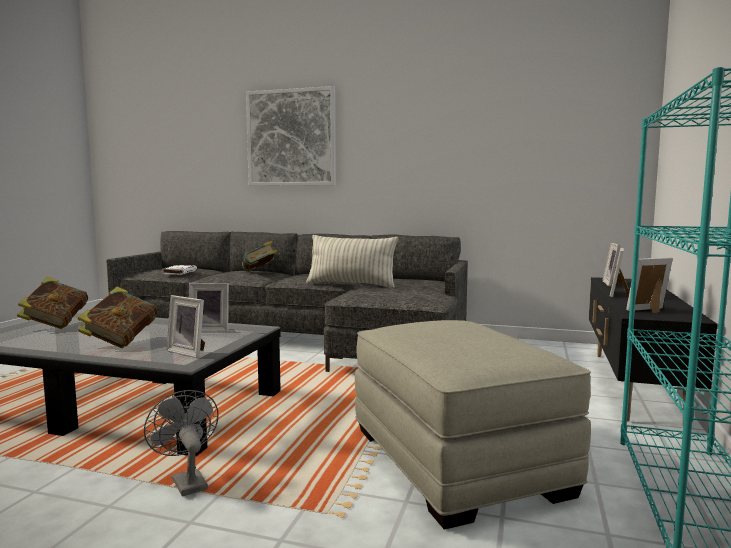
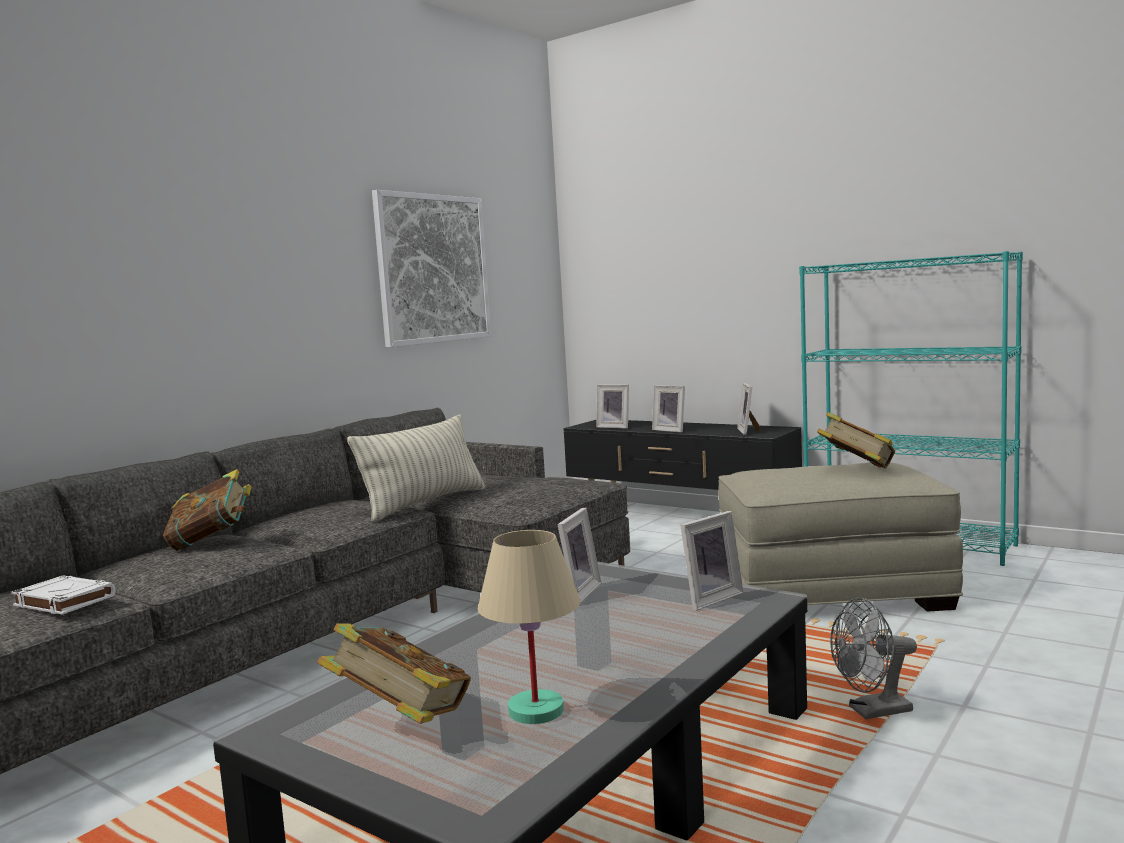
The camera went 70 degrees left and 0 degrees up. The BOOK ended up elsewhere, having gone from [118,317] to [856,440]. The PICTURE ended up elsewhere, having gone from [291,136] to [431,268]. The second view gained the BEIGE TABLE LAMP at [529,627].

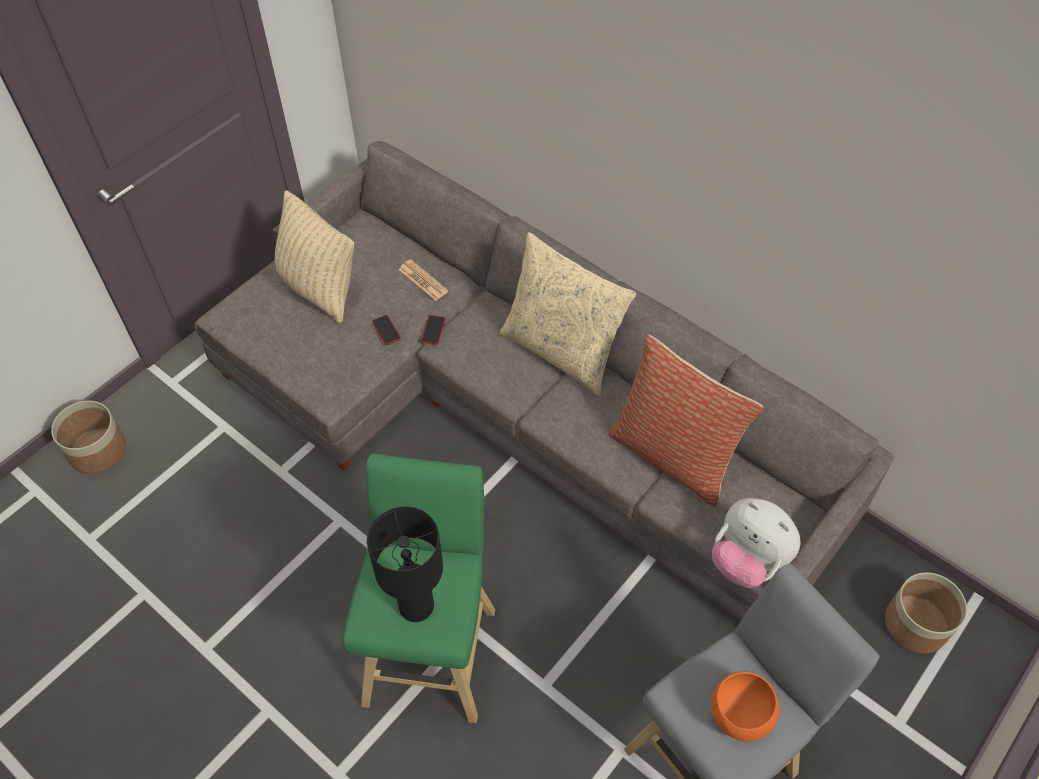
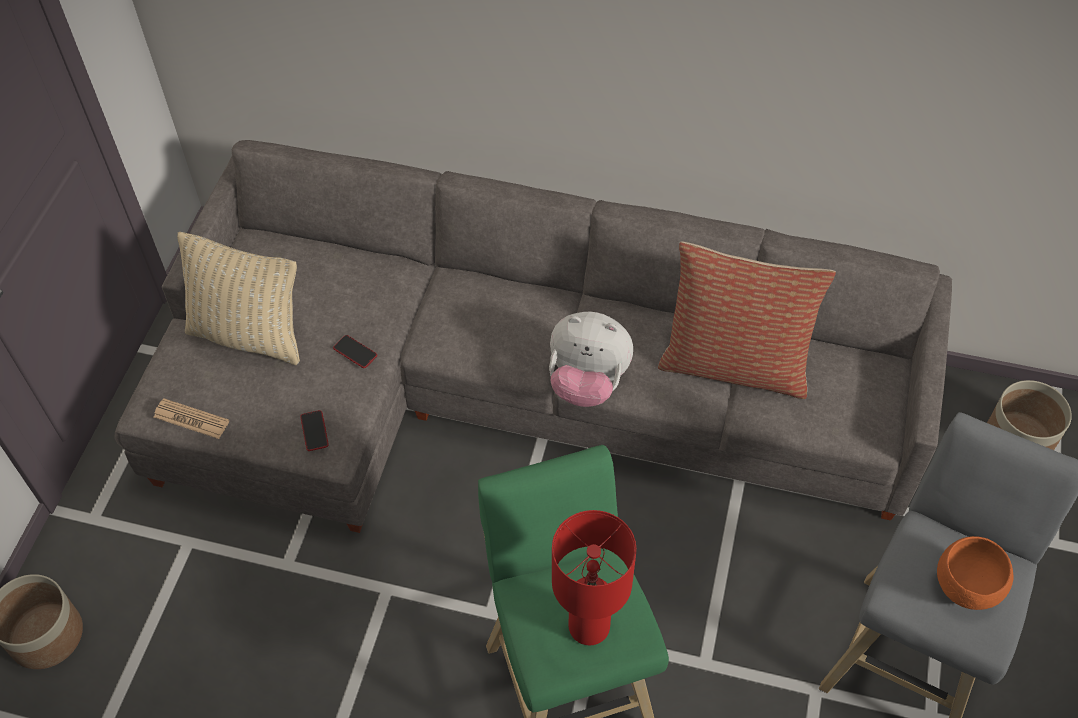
The camera went 25 degrees left and 0 degrees up. What was the BLACK TABLE LAMP at [405,564] turned into the RED TABLE LAMP at [594,577]. The NEWSPAPER ended up elsewhere, having gone from [423,280] to [191,418]. The PHONE ended up elsewhere, having gone from [433,330] to [314,430]. The second view lost the BEIGE PILLOW at [568,314]. The PLUSH TOY ended up elsewhere, having gone from [756,543] to [591,359].

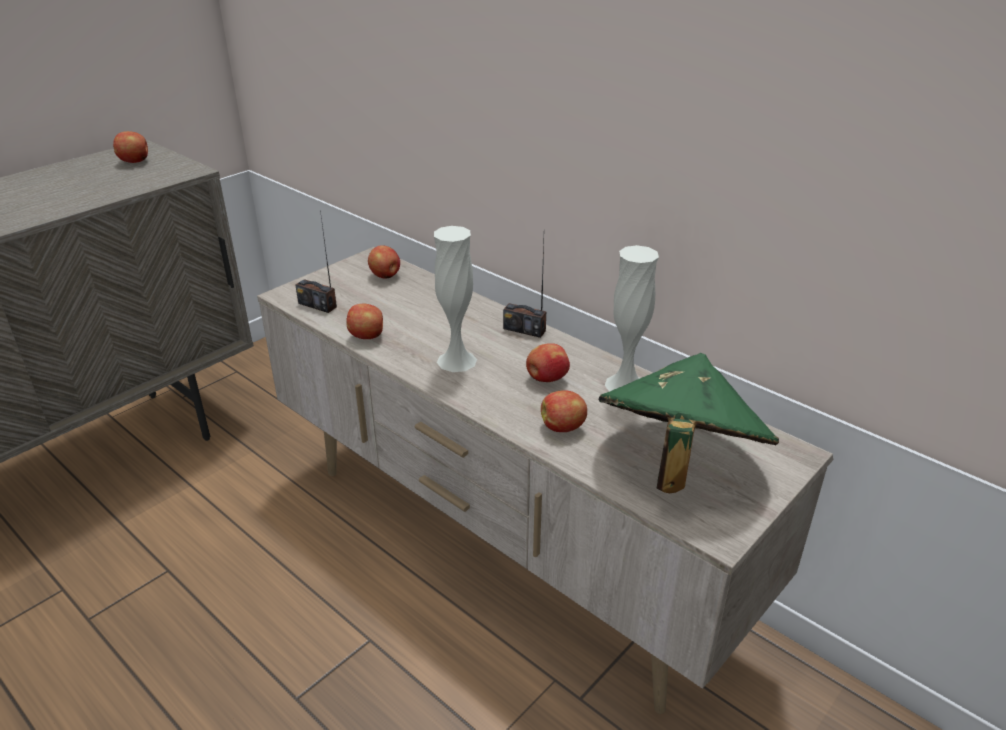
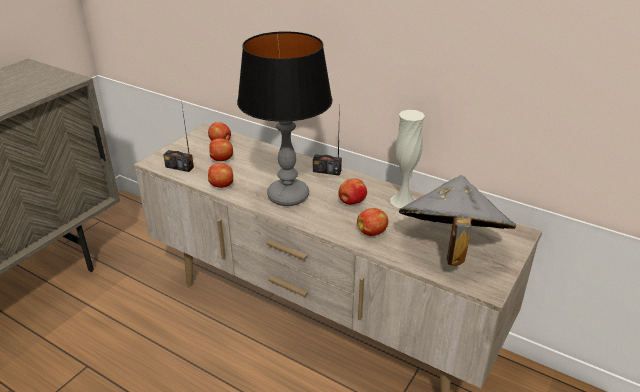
The camera went 10 degrees left and 0 degrees up. The APPLE ended up elsewhere, having gone from [130,147] to [221,149]. Where the WHITE VASE stood at [455,299], the TABLE LAMP came to stand at [284,118]. What was the GREEN HAT at [688,423] turned into the GREY HAT at [457,220].

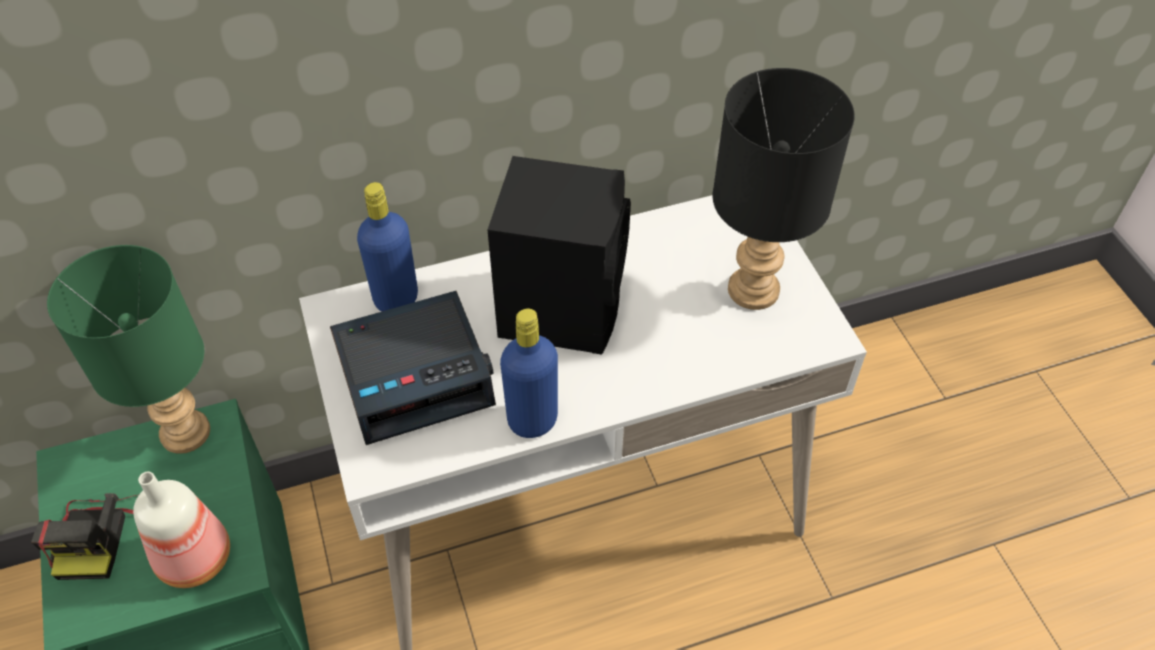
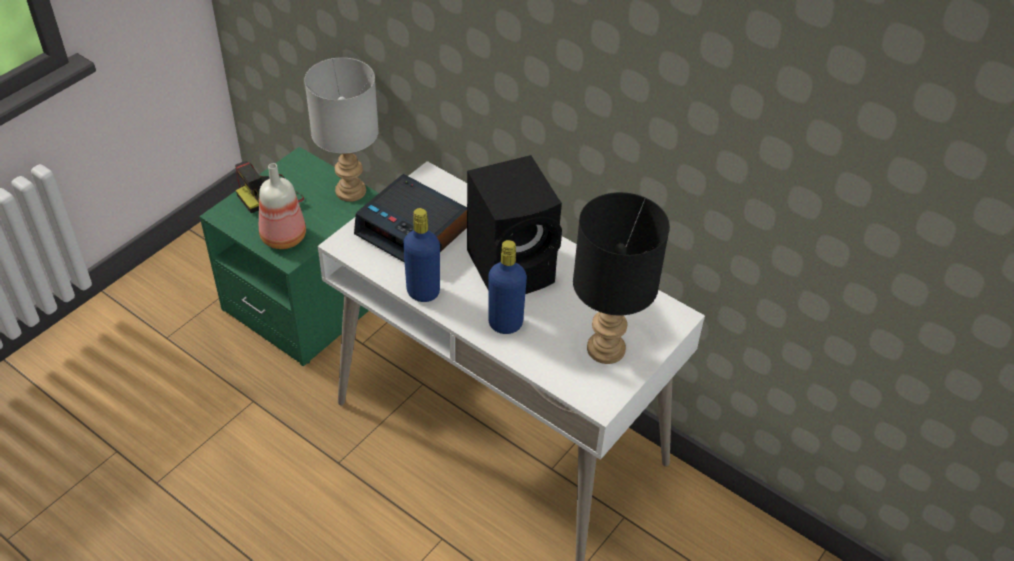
The camera went 55 degrees right and 5 degrees down. What was the GREEN TABLE LAMP at [128,349] turned into the GREY TABLE LAMP at [341,129]. The BLUE BOTTLE ended up elsewhere, having gone from [387,247] to [507,287].

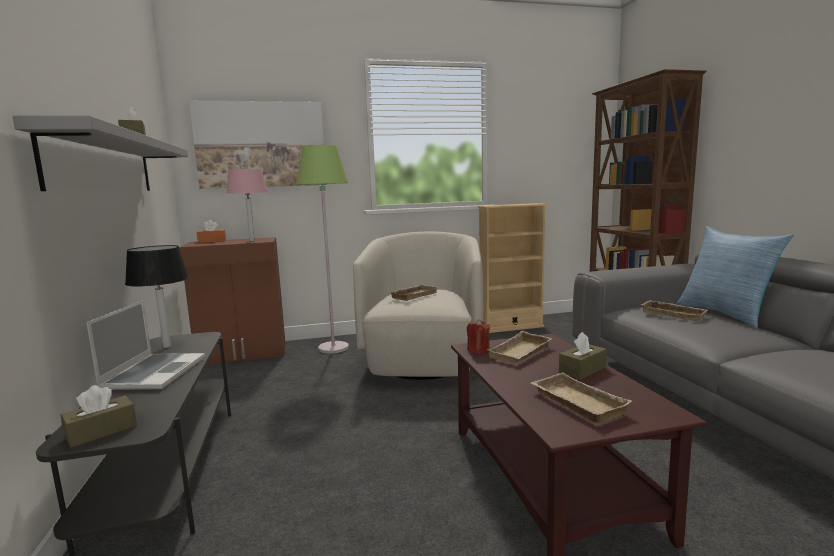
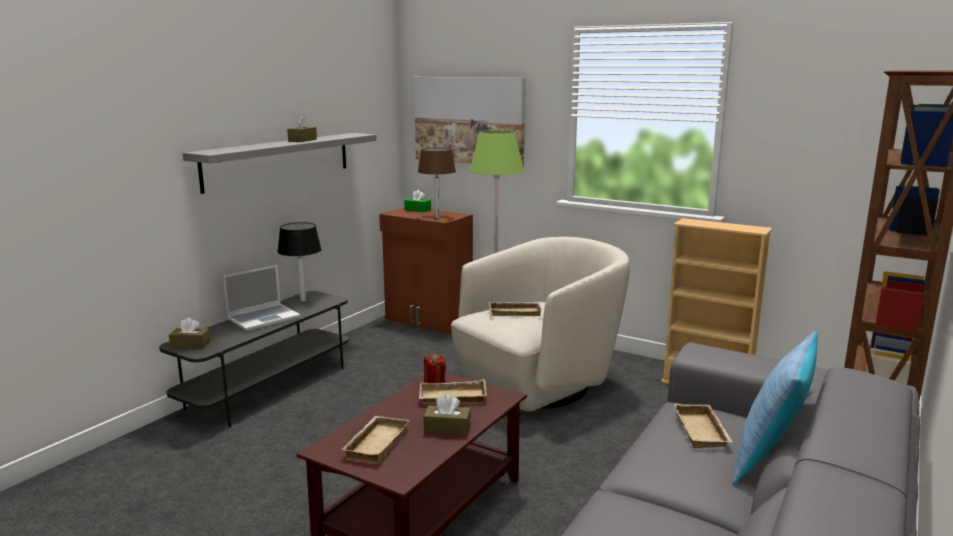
The camera went 45 degrees right and 5 degrees up. What was the ORANGE TISSUE BOX at [211,231] turned into the GREEN TISSUE BOX at [417,201]. What was the PINK TABLE LAMP at [247,205] turned into the BROWN TABLE LAMP at [437,182].

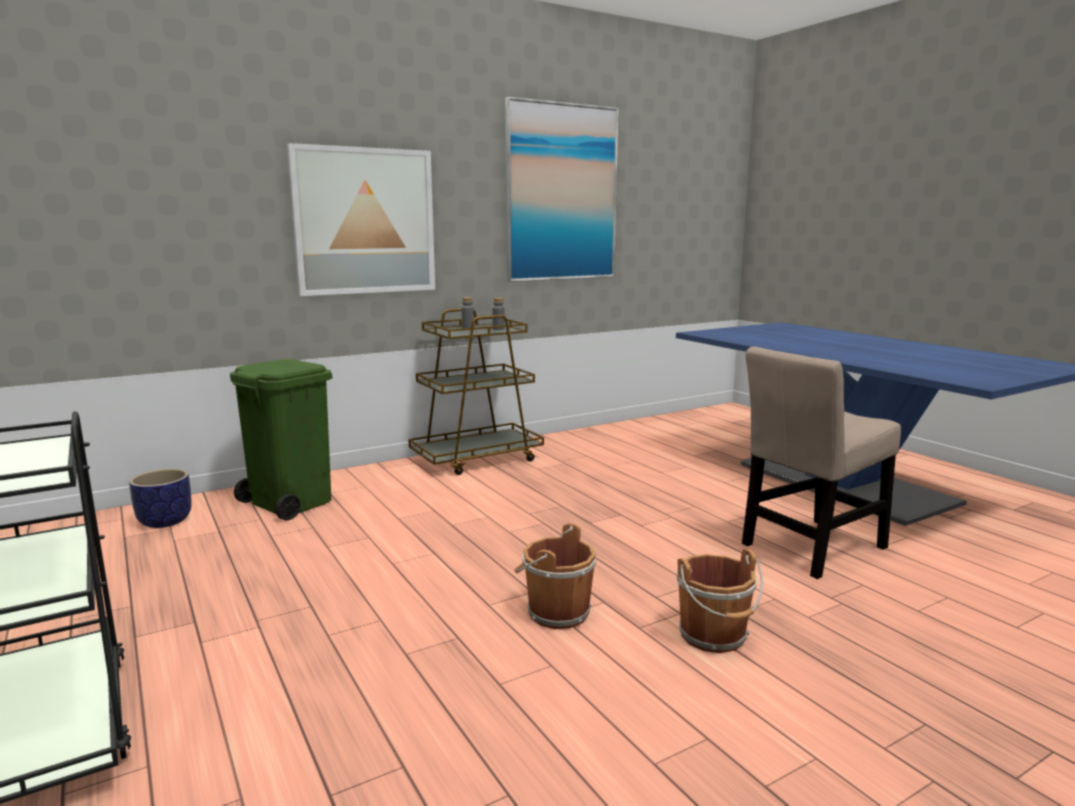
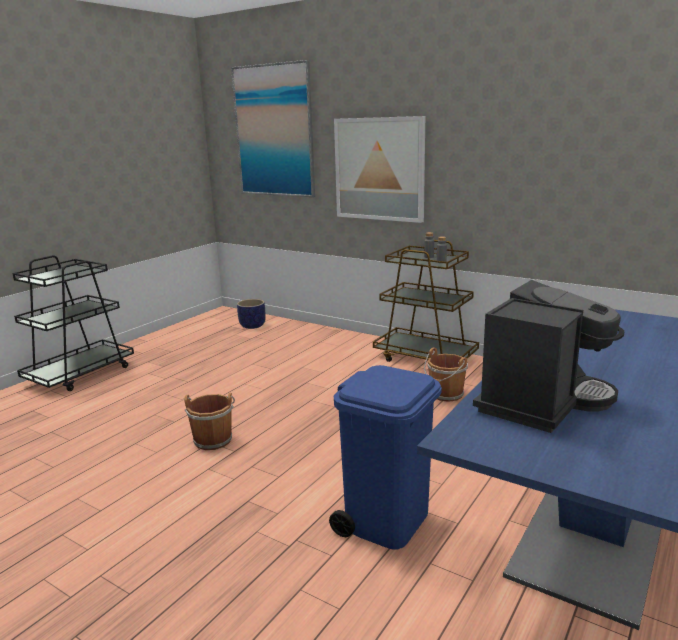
The camera went 65 degrees right and 5 degrees up. The second view lost the GREEN TRASH CAN at [281,439]. The PICTURE ended up elsewhere, having gone from [562,189] to [273,128]. The BROWN BUCKET ended up elsewhere, having gone from [719,601] to [446,375]. Where the BEIGE CHAIR stood at [821,463], the BLUE TRASH CAN came to stand at [385,457]. The second view gained the COFFEE MACHINE at [548,356].

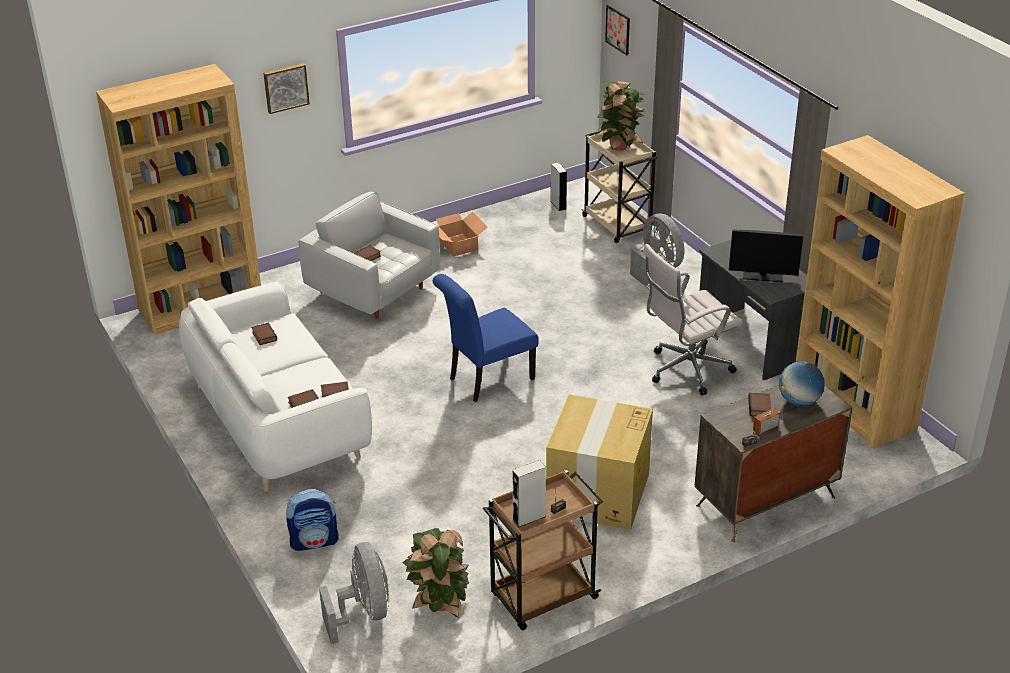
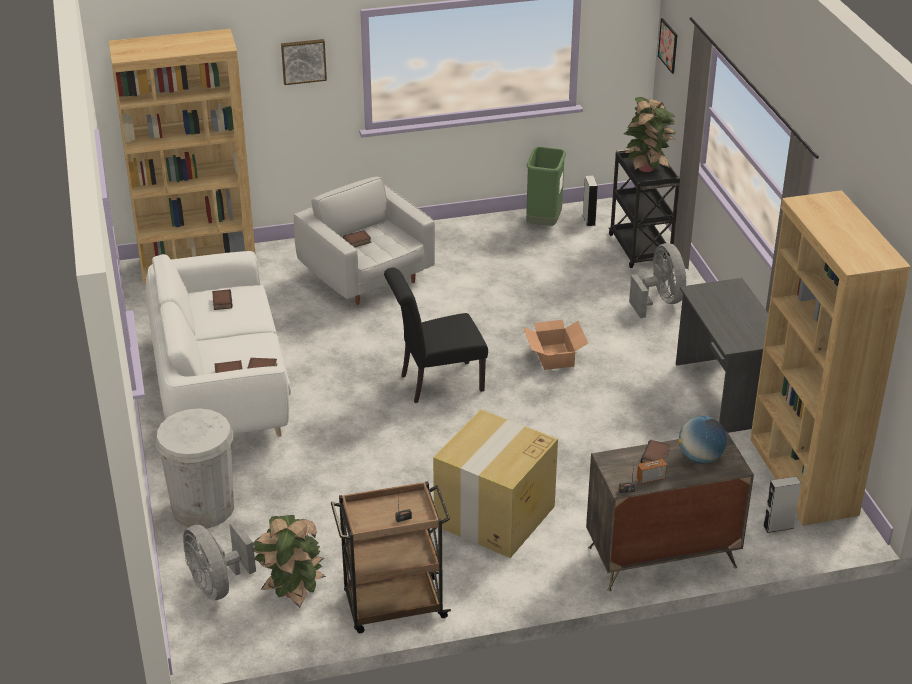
The camera went 15 degrees right and 0 degrees up. Where the BACKPACK stood at [312,520], the WHITE TRASH CAN came to stand at [194,468]. The GREY FAN at [354,593] ended up facing another way, 150 degrees clockwise from before. What was the BLUE CHAIR at [486,338] turned into the BLACK CHAIR at [436,335]. The CARDBOARD BOX ended up elsewhere, having gone from [461,234] to [555,345]. The GREY SPEAKER ended up elsewhere, having gone from [529,494] to [782,504]. What was the BEIGE CART at [619,187] turned into the BLACK CART at [644,208]. The second view lost the WHITE OFFICE CHAIR at [693,319]. The second view lost the MONITOR at [766,255]. The second view gained the GREEN TRASH CAN at [546,186].

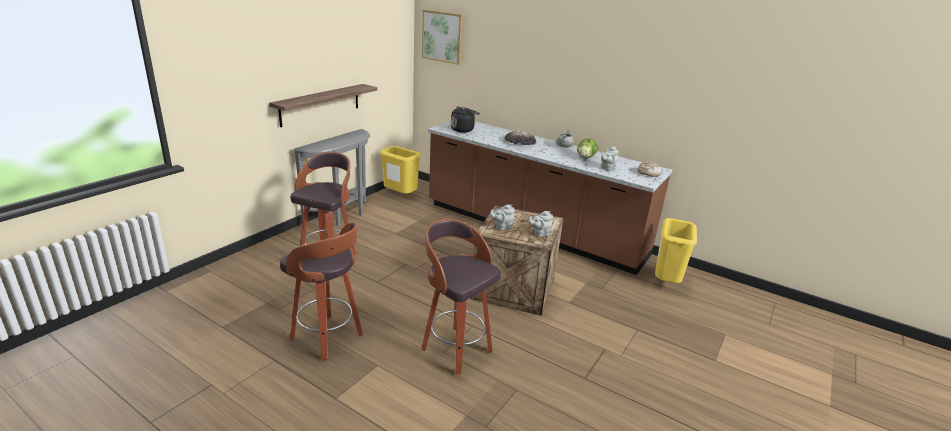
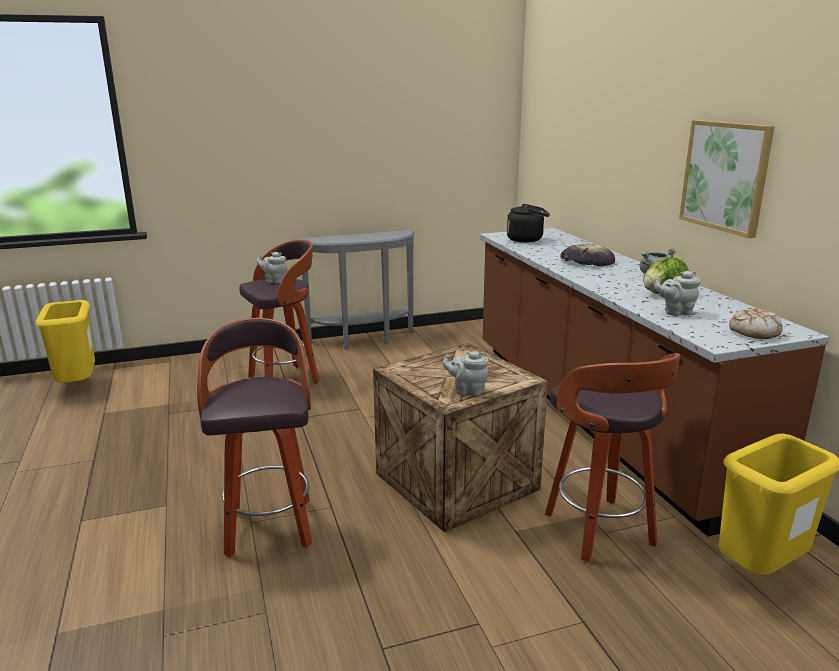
The camera went 40 degrees right and 5 degrees down. The second view lost the SHELF at [323,105]. The STOOL ended up elsewhere, having gone from [321,291] to [612,457]. The YELLOW TRASH CAN ended up elsewhere, having gone from [400,170] to [65,341]. The PICTURE ended up elsewhere, having gone from [442,37] to [727,179]. The GREY TEAPOT ended up elsewhere, having gone from [502,217] to [271,268].

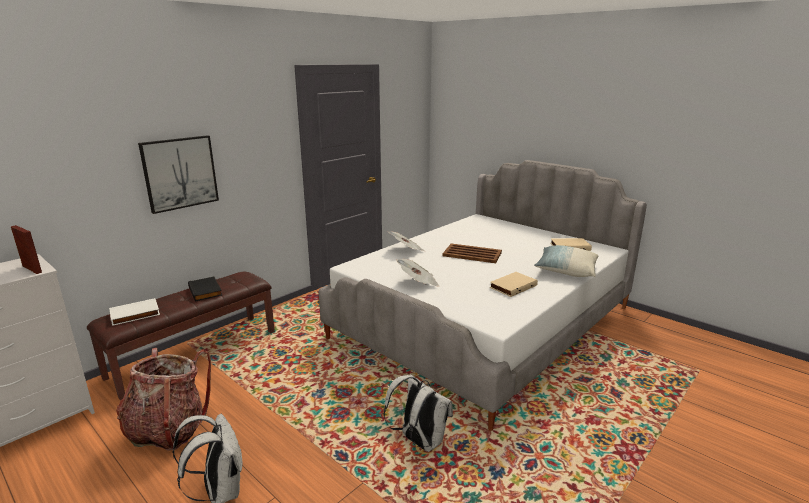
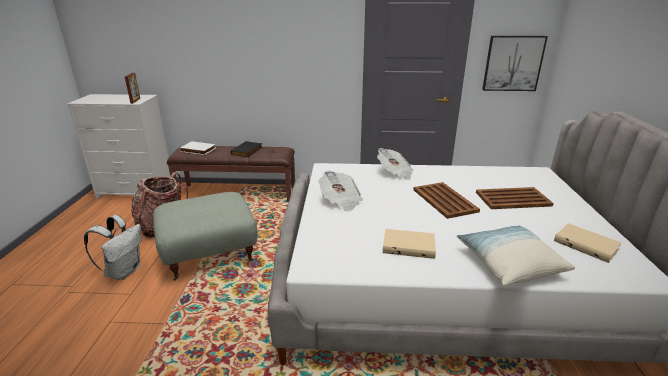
The camera went 50 degrees right and 5 degrees up. The PICTURE ended up elsewhere, having gone from [178,174] to [515,63]. The second view lost the WHITE BACKPACK at [418,413]. The second view gained the GREY OTTOMAN at [205,236]. The second view gained the BROWN TRAY at [515,198].

